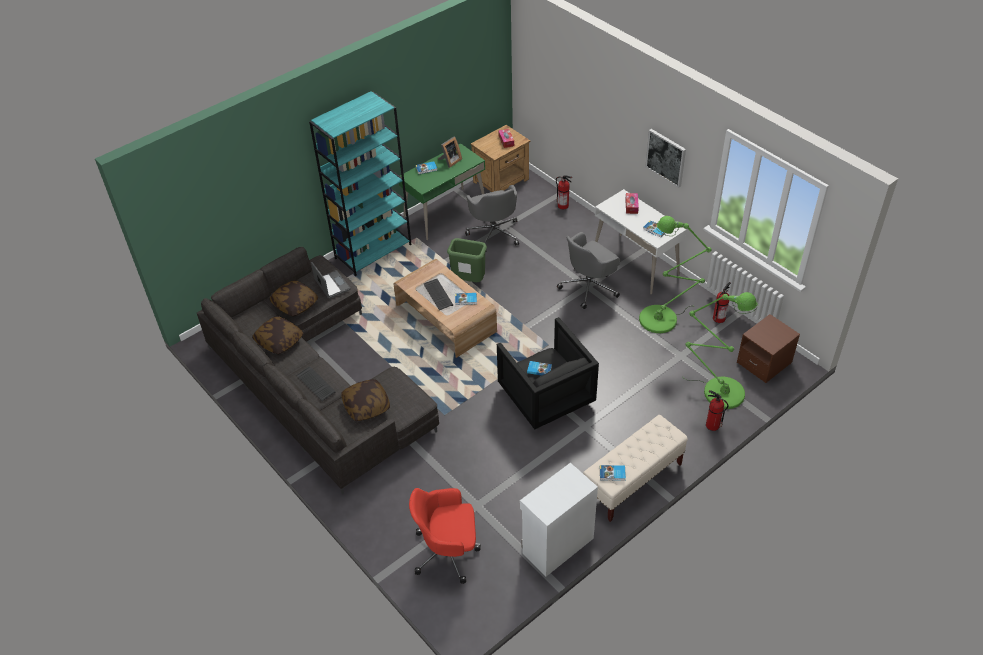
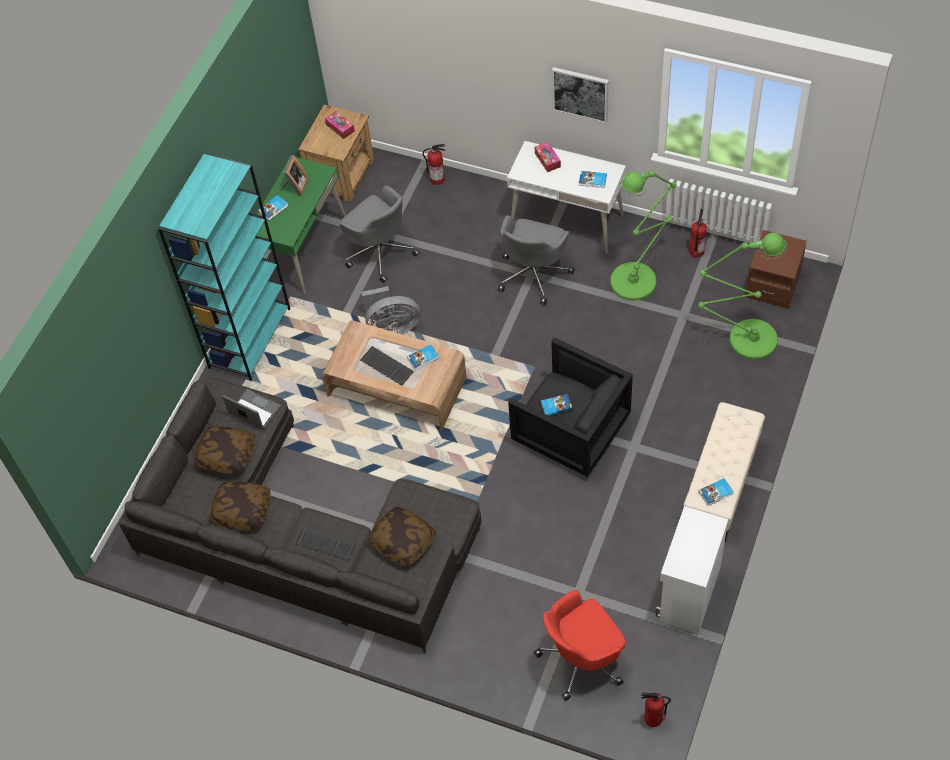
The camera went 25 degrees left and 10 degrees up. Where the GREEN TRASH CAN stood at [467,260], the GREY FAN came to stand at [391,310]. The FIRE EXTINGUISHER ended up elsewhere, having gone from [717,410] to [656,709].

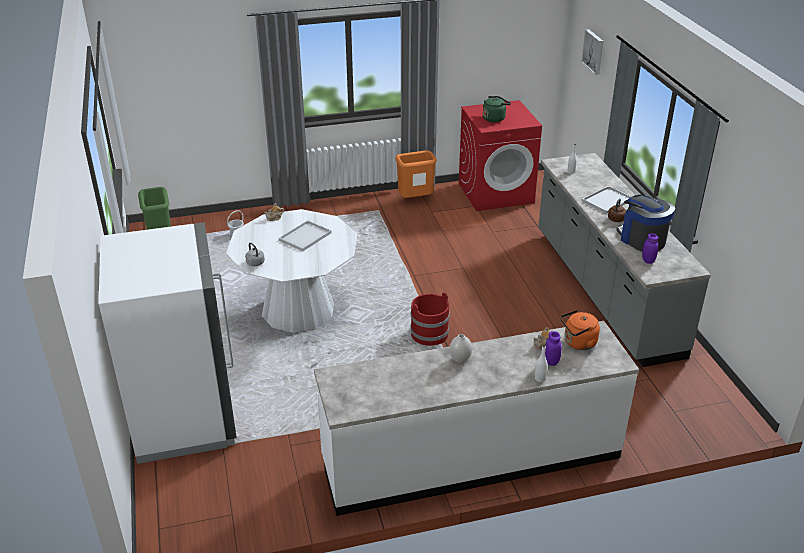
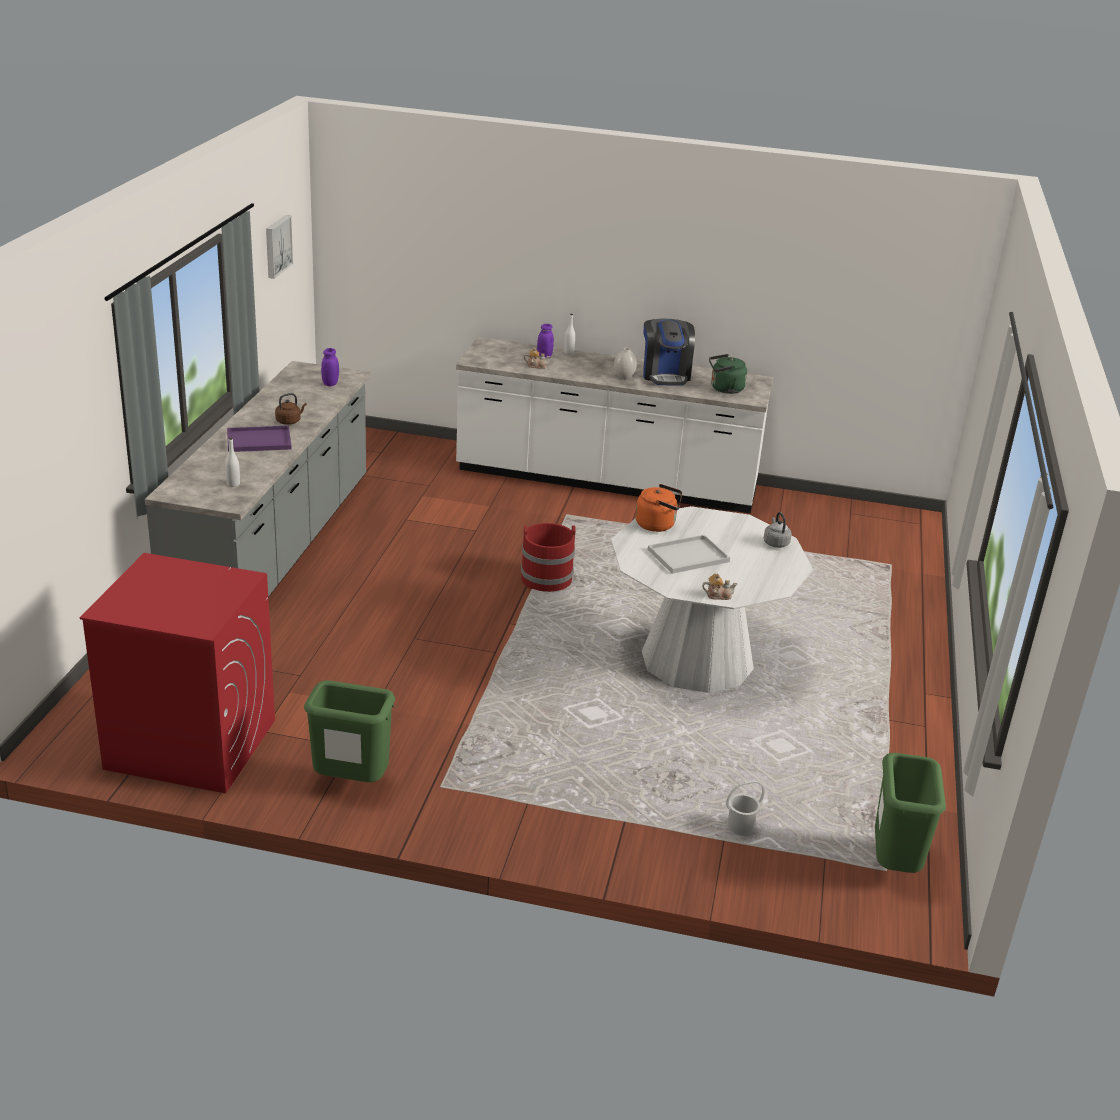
The camera went 155 degrees left and 5 degrees down. The second view lost the WHITE FRIDGE at [168,343]. What was the ORANGE TRASH CAN at [416,174] turned into the GREEN TRASH CAN at [349,731]. The GREEN KETTLE ended up elsewhere, having gone from [497,109] to [728,374]. The ORANGE KETTLE ended up elsewhere, having gone from [580,330] to [658,508]. The PICTURE ended up elsewhere, having gone from [592,52] to [279,247]. What was the WHITE TRAY at [606,200] turned into the PURPLE TRAY at [259,439]. The COFFEE MACHINE ended up elsewhere, having gone from [645,223] to [669,352].

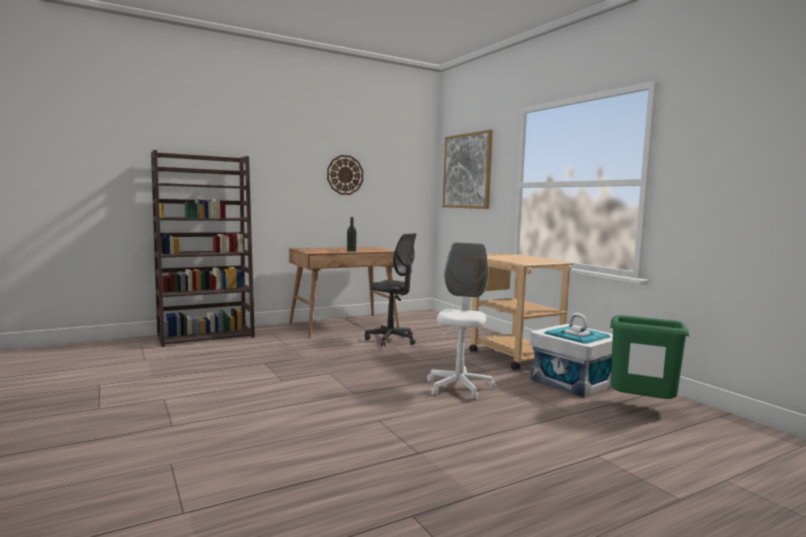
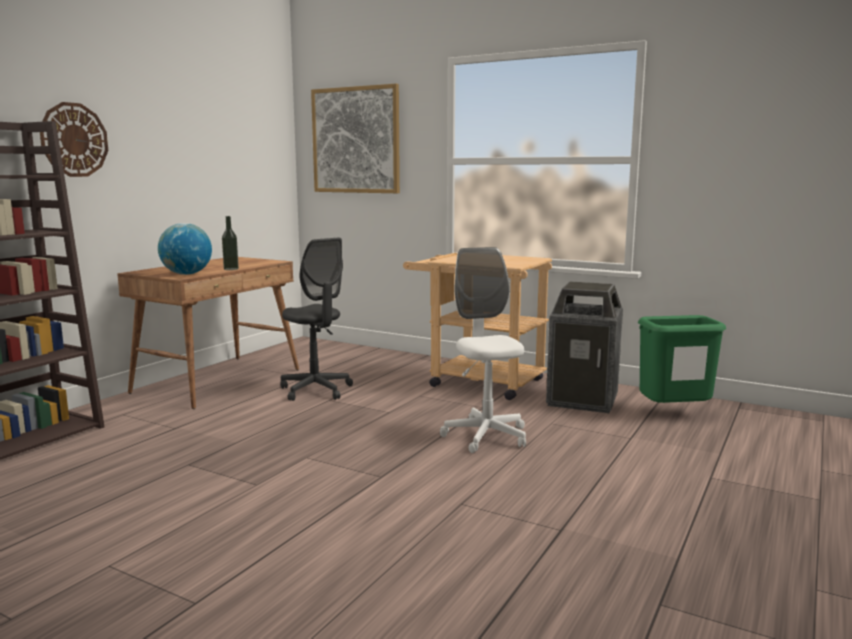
The camera went 30 degrees left and 5 degrees up. The WALL CLOCK ended up elsewhere, having gone from [345,175] to [74,139]. The GREY OFFICE CHAIR at [390,290] ended up facing another way, 45 degrees clockwise from before. Where the WHITE STORAGE BOX stood at [571,355], the TRASH CAN came to stand at [584,347]. The second view gained the GLOBE at [185,249].

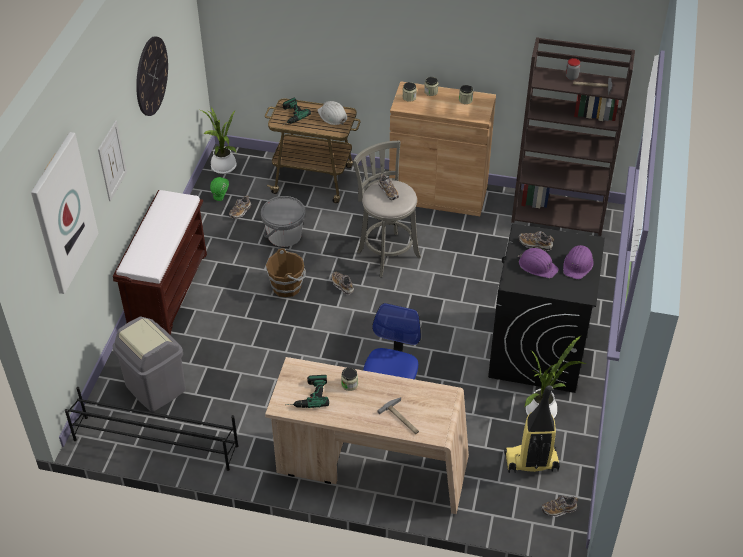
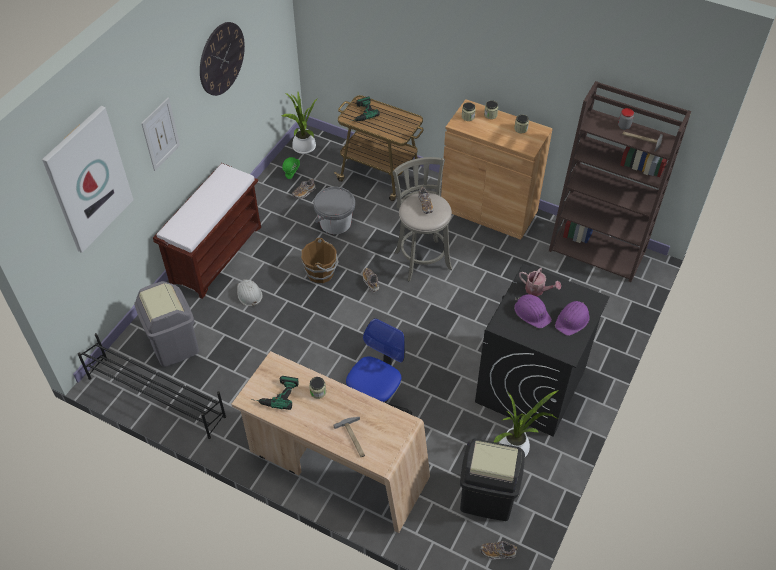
The camera went 15 degrees right and 5 degrees up. The WHITE HARD HAT ended up elsewhere, having gone from [332,113] to [249,293]. Where the VACUUM CLEANER stood at [532,429], the BLACK TRASH CAN came to stand at [492,480]. Where the SHOE stood at [536,241], the WATERING CAN came to stand at [540,282].

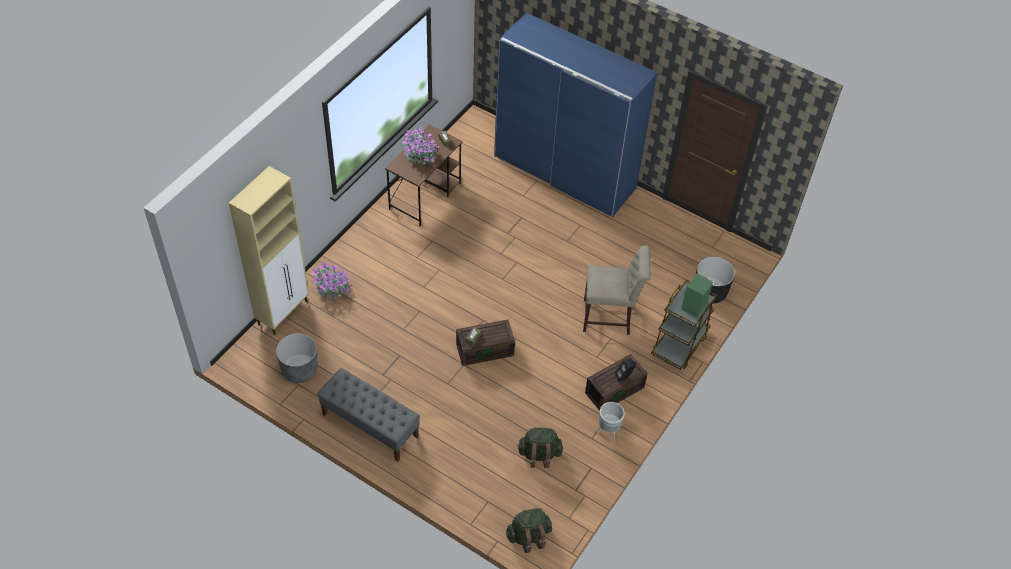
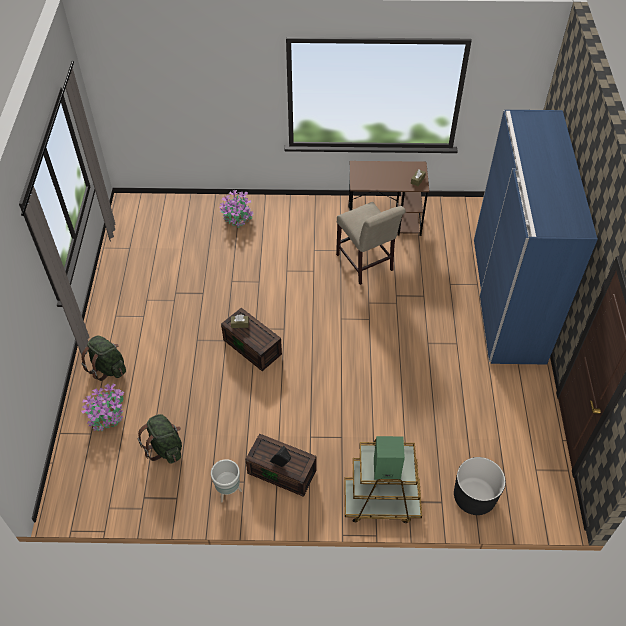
The camera went 60 degrees right and 0 degrees up. The second view lost the BEIGE CABINET at [269,250]. The second view lost the GREY PLANTER at [297,358]. The second view lost the GREY BENCH at [368,415]. The POTTED PLANT ended up elsewhere, having gone from [420,145] to [102,407]. The GREEN BACKPACK ended up elsewhere, having gone from [529,530] to [103,358]. The BEIGE CHAIR ended up elsewhere, having gone from [617,290] to [371,243].

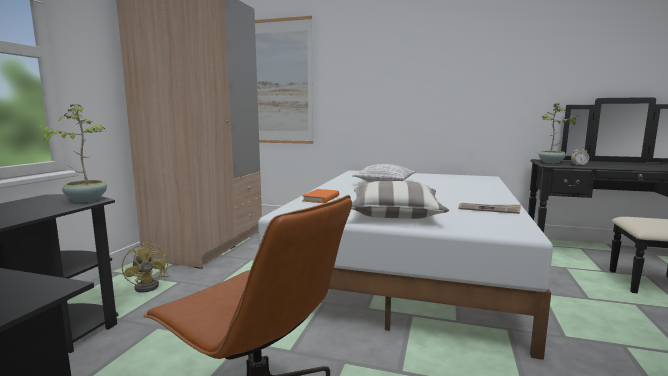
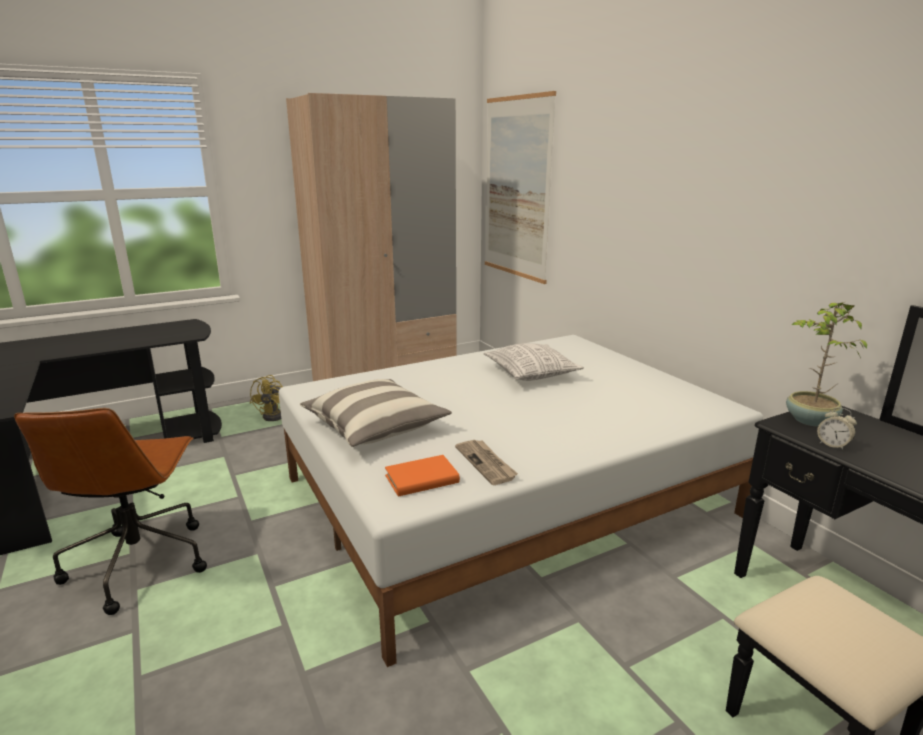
The camera went 45 degrees right and 10 degrees up. The second view lost the POTTED PLANT at [71,153]. The ORANGE BOOK ended up elsewhere, having gone from [320,196] to [422,475].

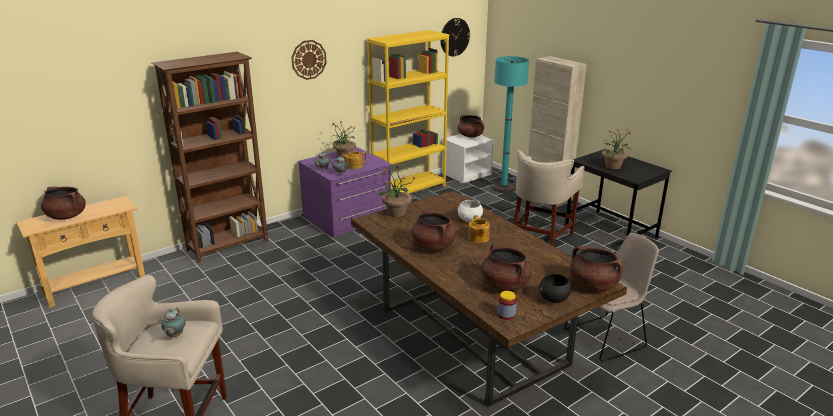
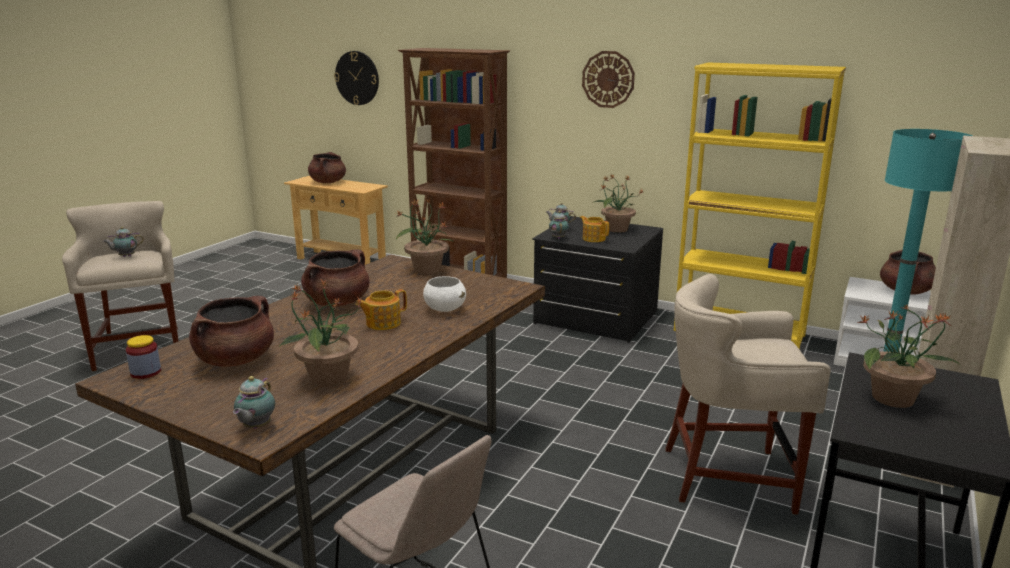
The camera went 65 degrees right and 5 degrees down. What was the PURPLE DRESSER at [345,192] turned into the BLACK DRESSER at [597,279]. The WALL CLOCK ended up elsewhere, having gone from [455,37] to [356,78]. The second view lost the BLACK BOWL at [555,288]. Where the BROWN COOKING POT stood at [596,268], the TEAPOT came to stand at [254,402]. The second view gained the POTTED PLANT at [321,333].

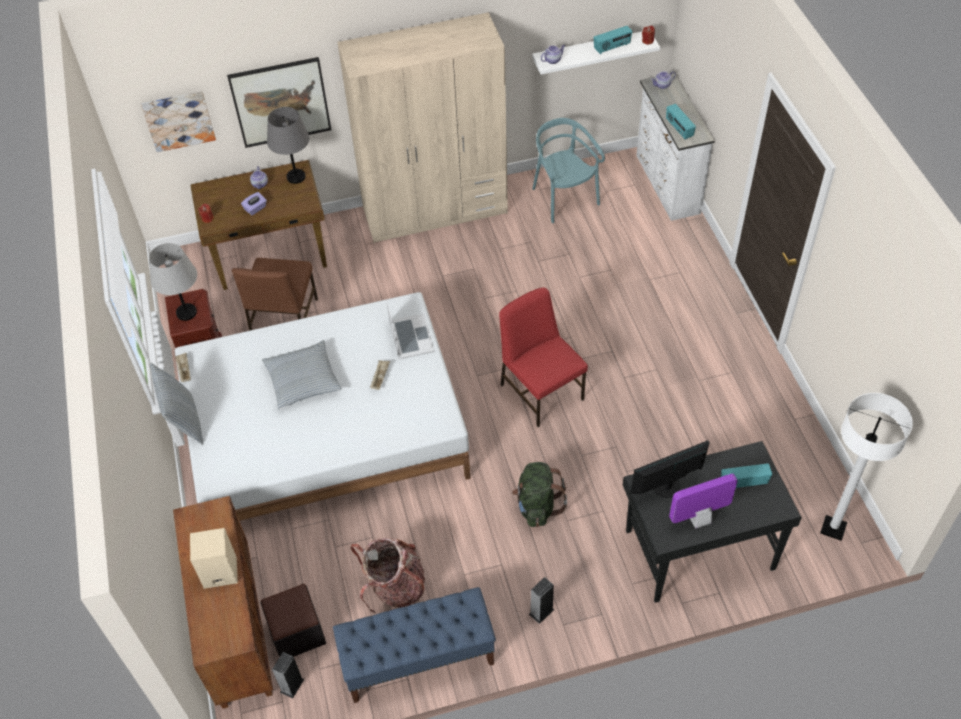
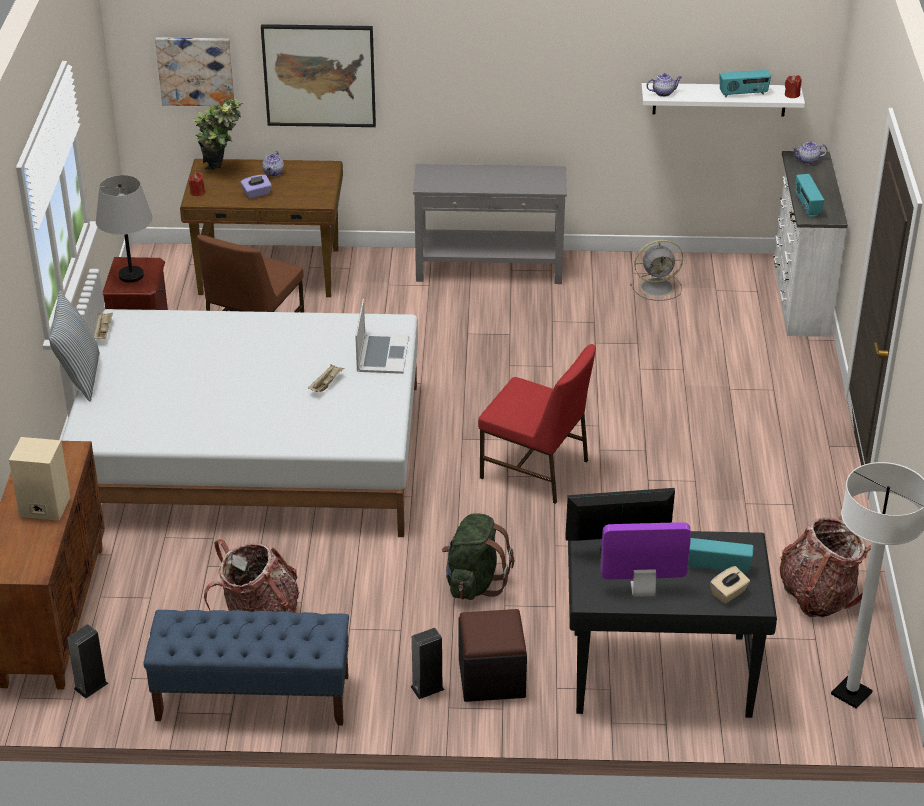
The camera went 15 degrees right and 15 degrees down. The BLACK OTTOMAN ended up elsewhere, having gone from [293,620] to [493,655]. The second view lost the PILLOW at [302,374]. The second view lost the GREY TABLE LAMP at [288,145]. Where the BEIGE WARDROBE stood at [422,127], the GREY CONSOLE TABLE came to stand at [490,224]. The RED CHAIR at [543,357] ended up facing another way, 135 degrees clockwise from before. Where the TURQUOISE CHAIR stood at [568,170], the GREY FAN came to stand at [656,270]. The second view gained the POTTED PLANT at [218,134]. The second view gained the BEIGE TISSUE BOX at [730,585]. The second view gained the BACKPACK at [825,566].

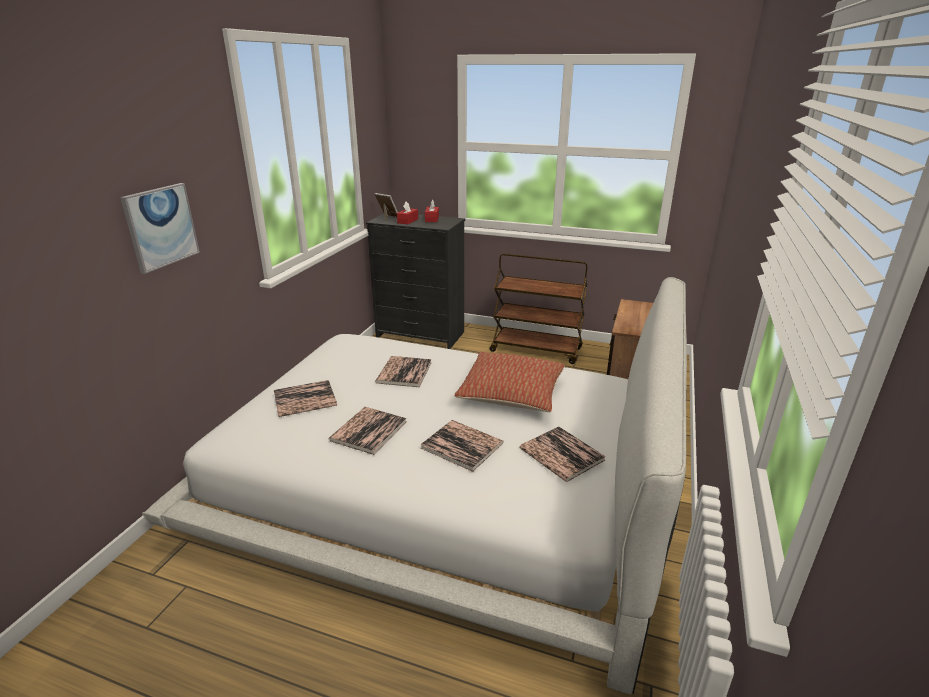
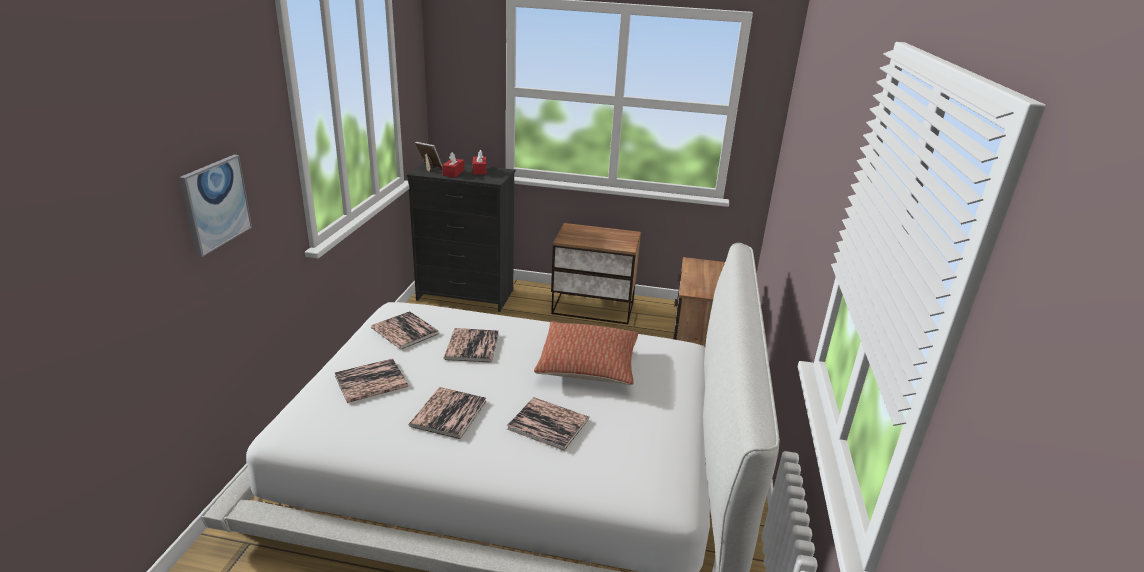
The camera went 10 degrees left and 0 degrees up. Where the BROWN CART stood at [539,308], the NIGHTSTAND came to stand at [596,273]. The BOOK ended up elsewhere, having gone from [563,454] to [405,330].

